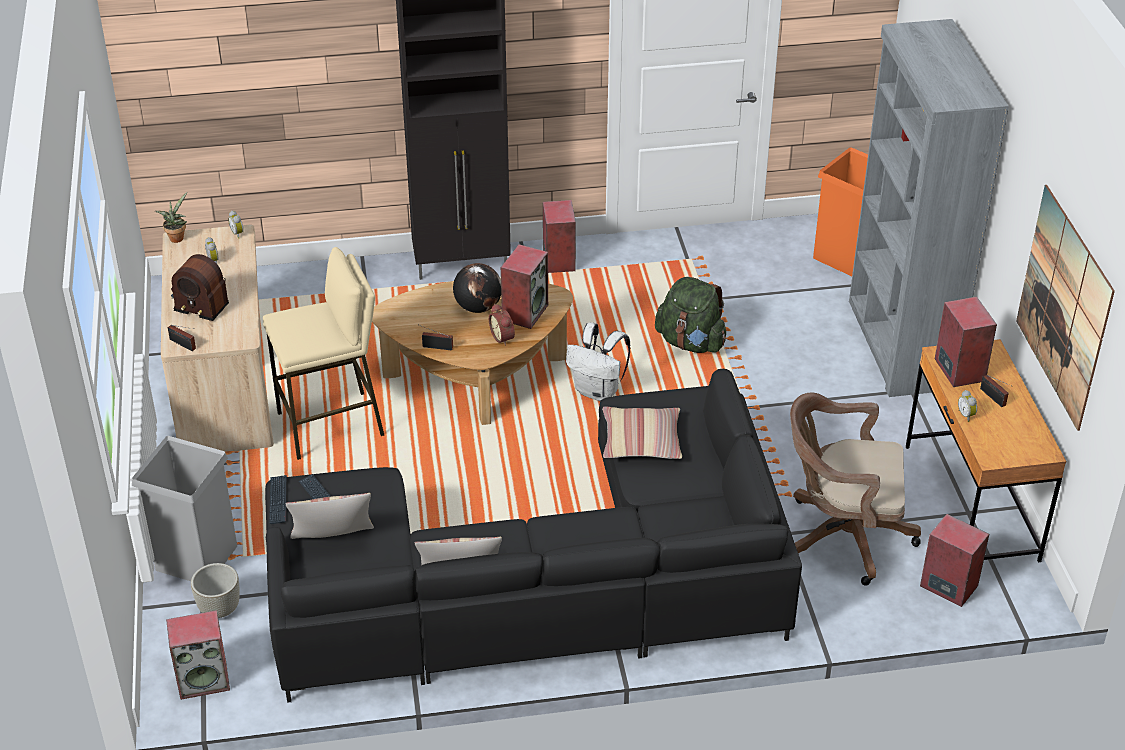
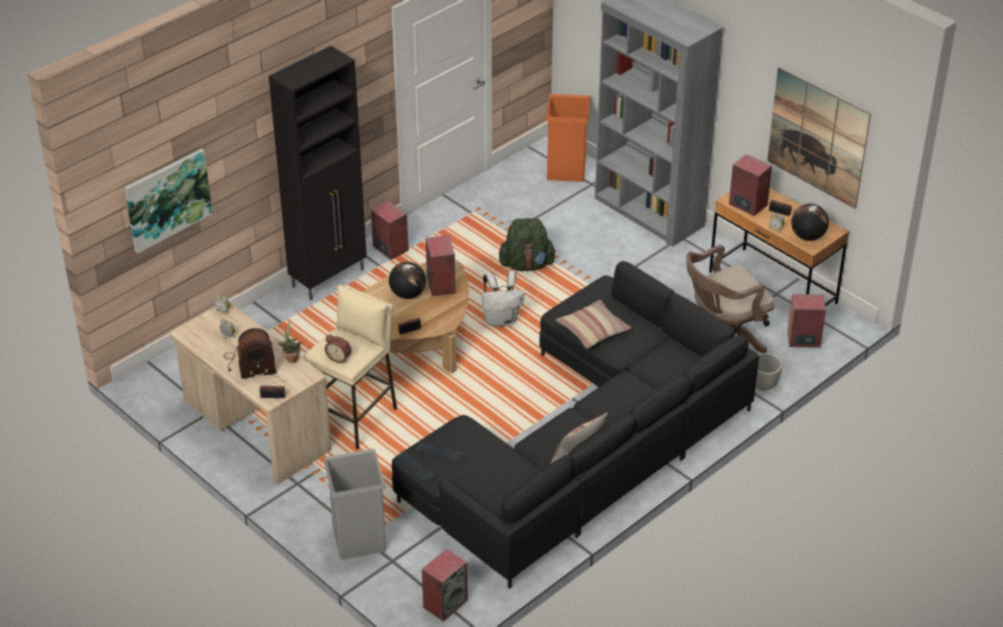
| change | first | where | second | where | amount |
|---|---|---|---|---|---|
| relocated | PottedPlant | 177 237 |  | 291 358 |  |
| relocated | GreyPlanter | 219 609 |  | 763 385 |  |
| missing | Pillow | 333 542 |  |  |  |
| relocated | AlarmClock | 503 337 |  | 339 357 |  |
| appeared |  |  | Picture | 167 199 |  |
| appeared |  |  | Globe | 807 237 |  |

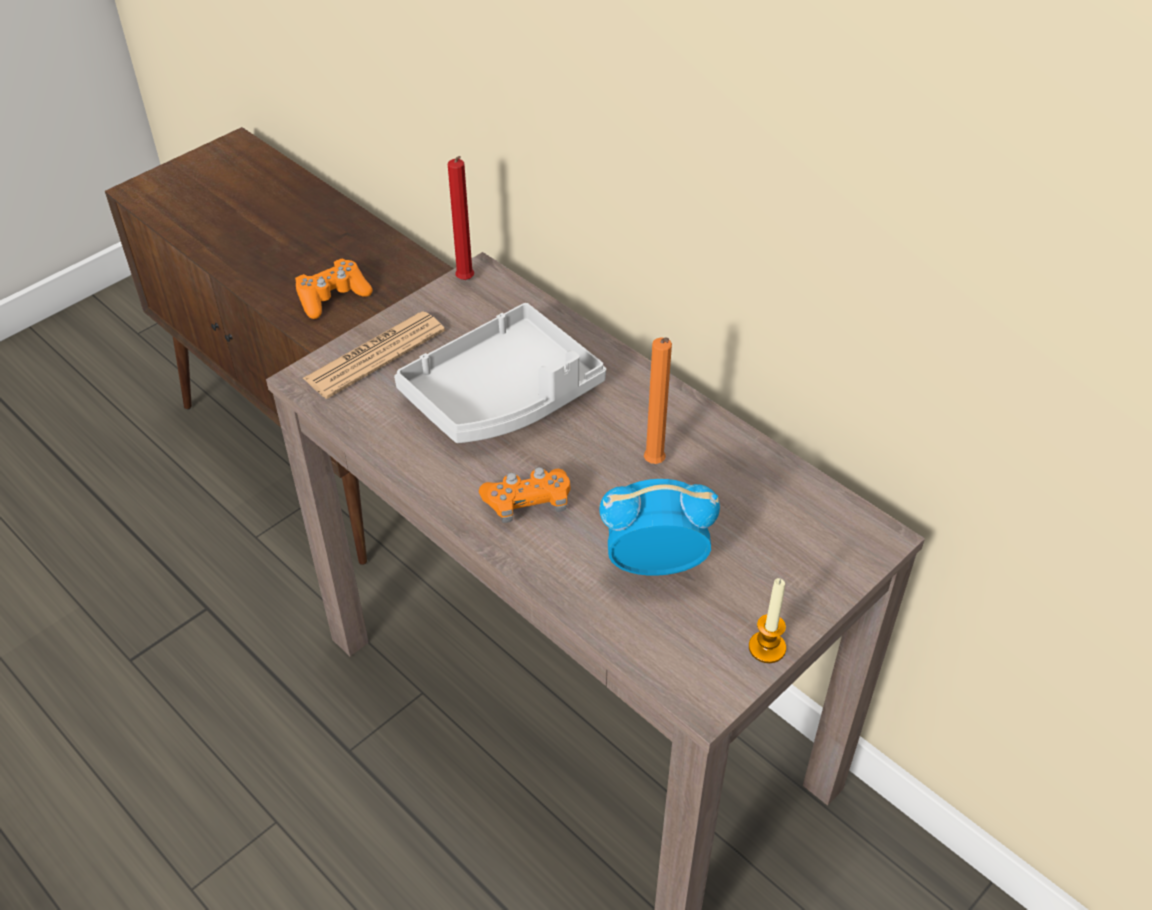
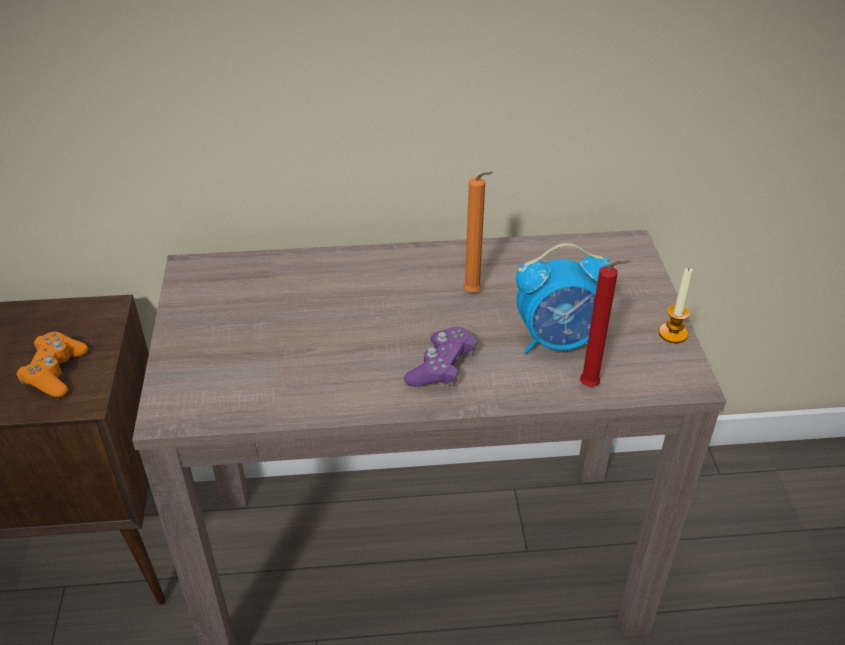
| change | first | where | second | where | amount |
|---|---|---|---|---|---|
| missing | Newspaper | 375 355 |  |  |  |
| missing | GreyTray | 503 396 |  |  |  |
| relocated | RedCandle | 465 282 |  | 592 387 |  |
| colour | OrangeGameController | 528 503 | PurpleGameController | 441 368 |  |
| spun | AlarmClock | 654 563 |  | 558 341 | 135 degrees counterclockwise |

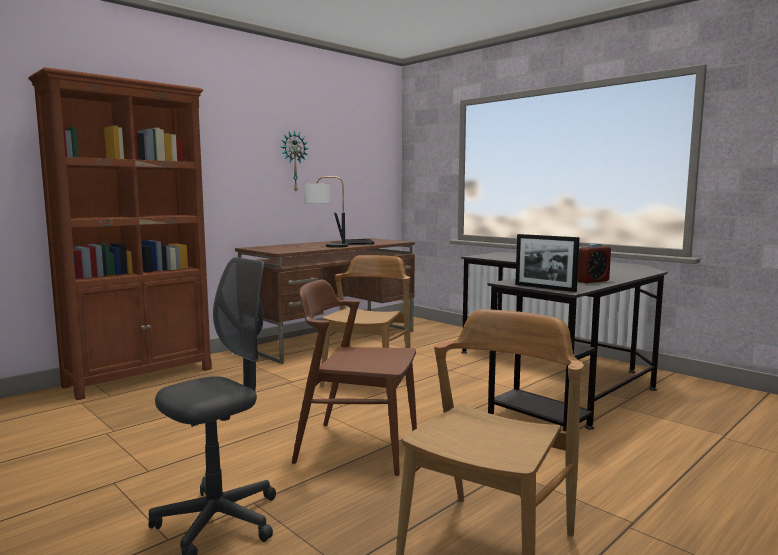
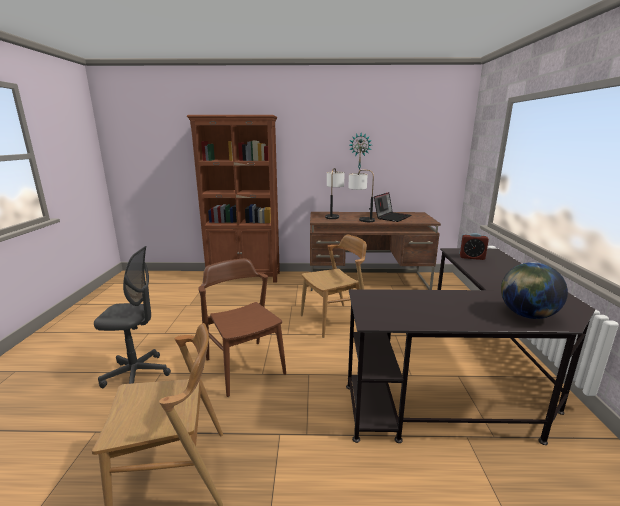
| change | first | where | second | where | amount |
|---|---|---|---|---|---|
| missing | PictureFrame | 545 288 |  |  |  |
| relocated | AlarmClock | 591 281 |  | 471 257 |  |
| appeared |  |  | TableLamp | 333 215 |  |
| appeared |  |  | Globe | 526 315 |  |

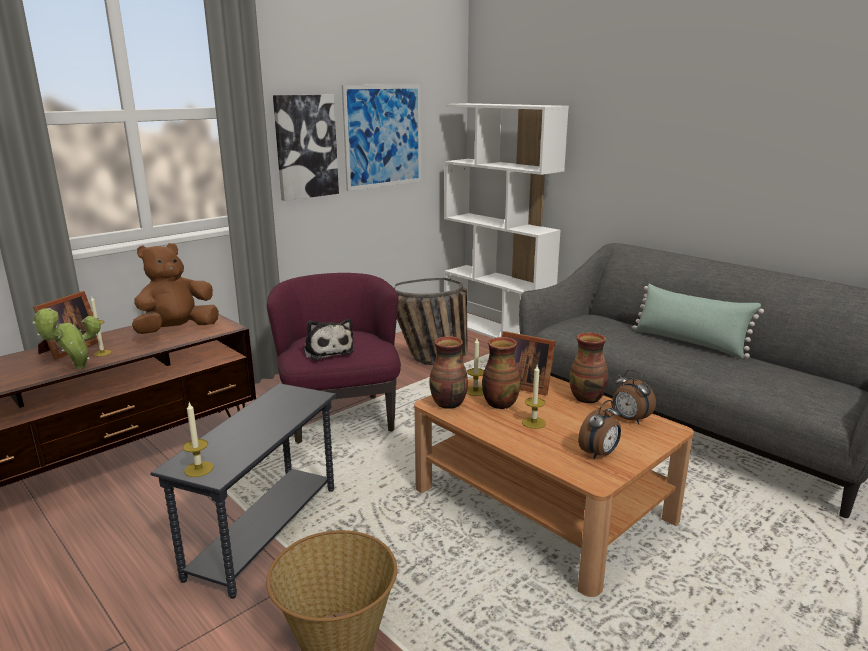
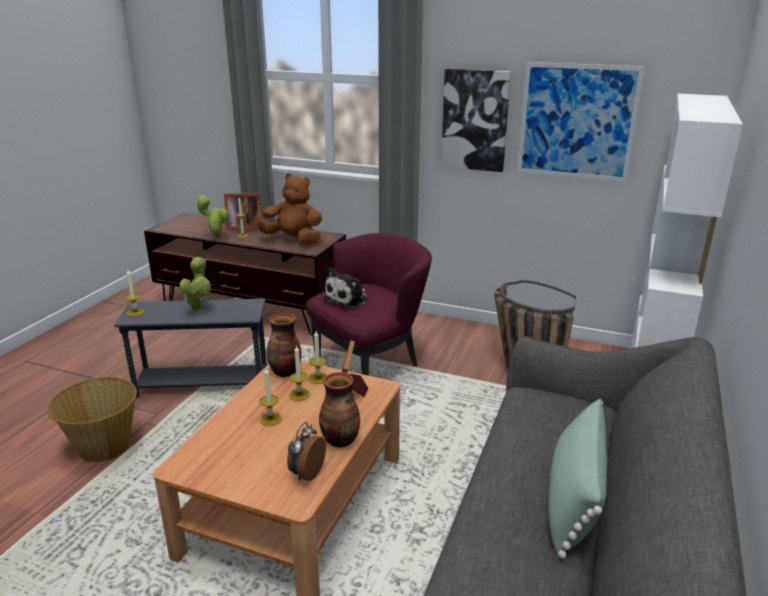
| change | first | where | second | where | amount |
|---|---|---|---|---|---|
| exchanged | Vase | 499 403 | Candle | 299 395 |  |
| missing | AlarmClock | 599 454 |  |  |  |
| appeared |  |  | PottedPlant | 199 309 |  |

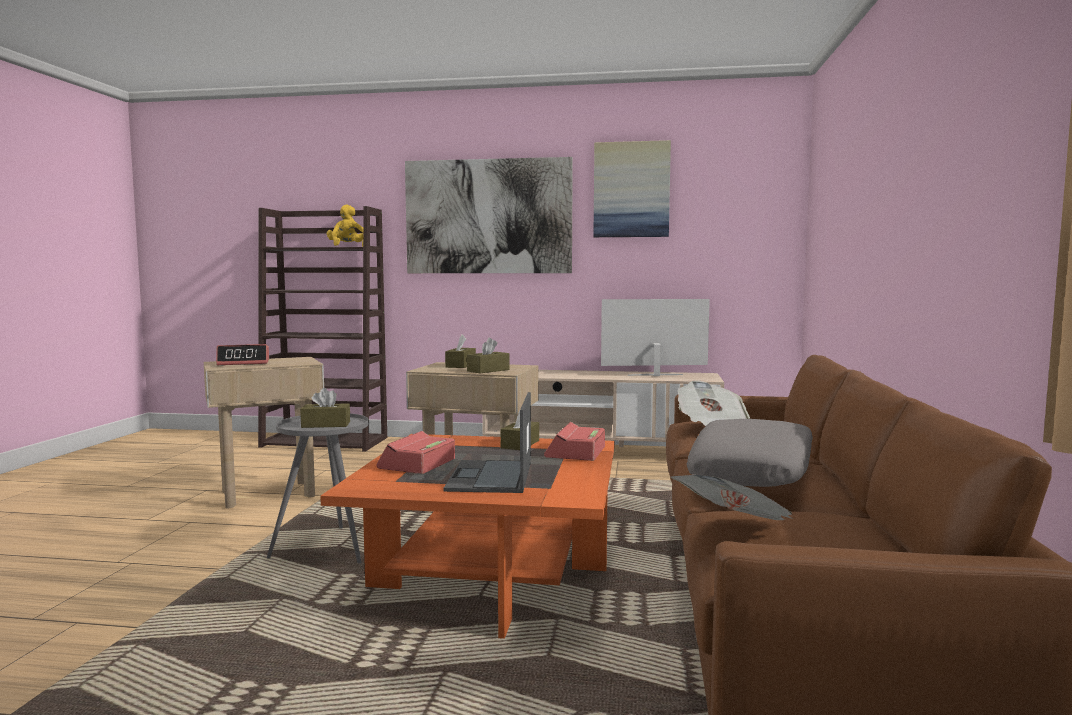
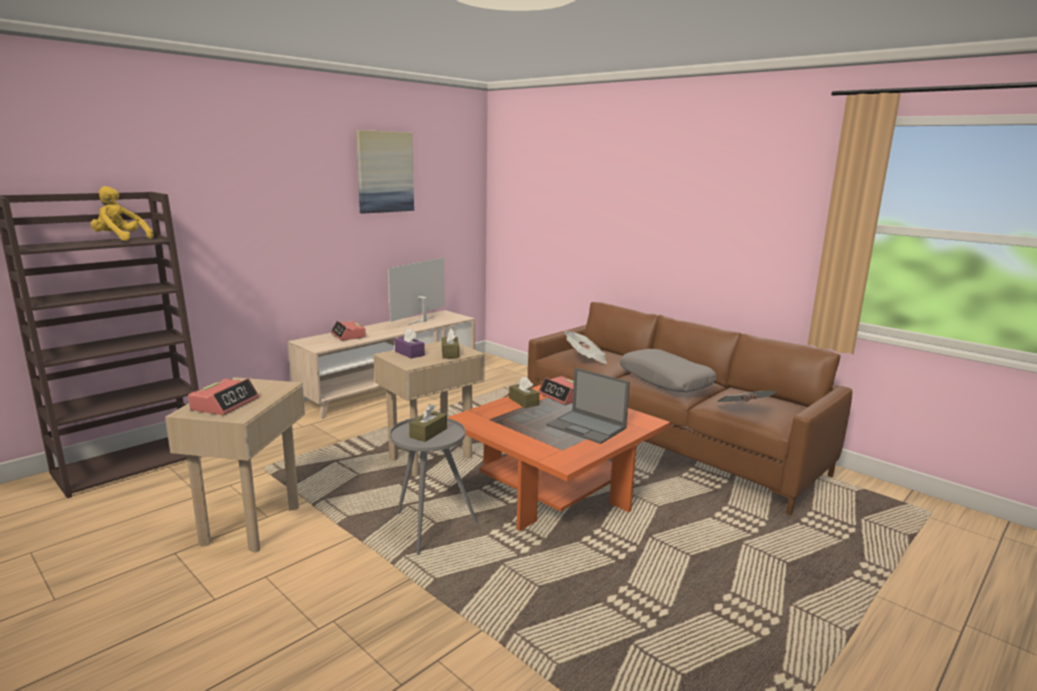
| change | first | where | second | where | amount |
|---|---|---|---|---|---|
| relocated | AlarmClock | 417 464 |  | 348 335 |  |
| missing | Picture | 488 217 |  |  |  |
| colour | BrownTissueBox | 461 365 | PurpleTissueBox | 409 353 |  |

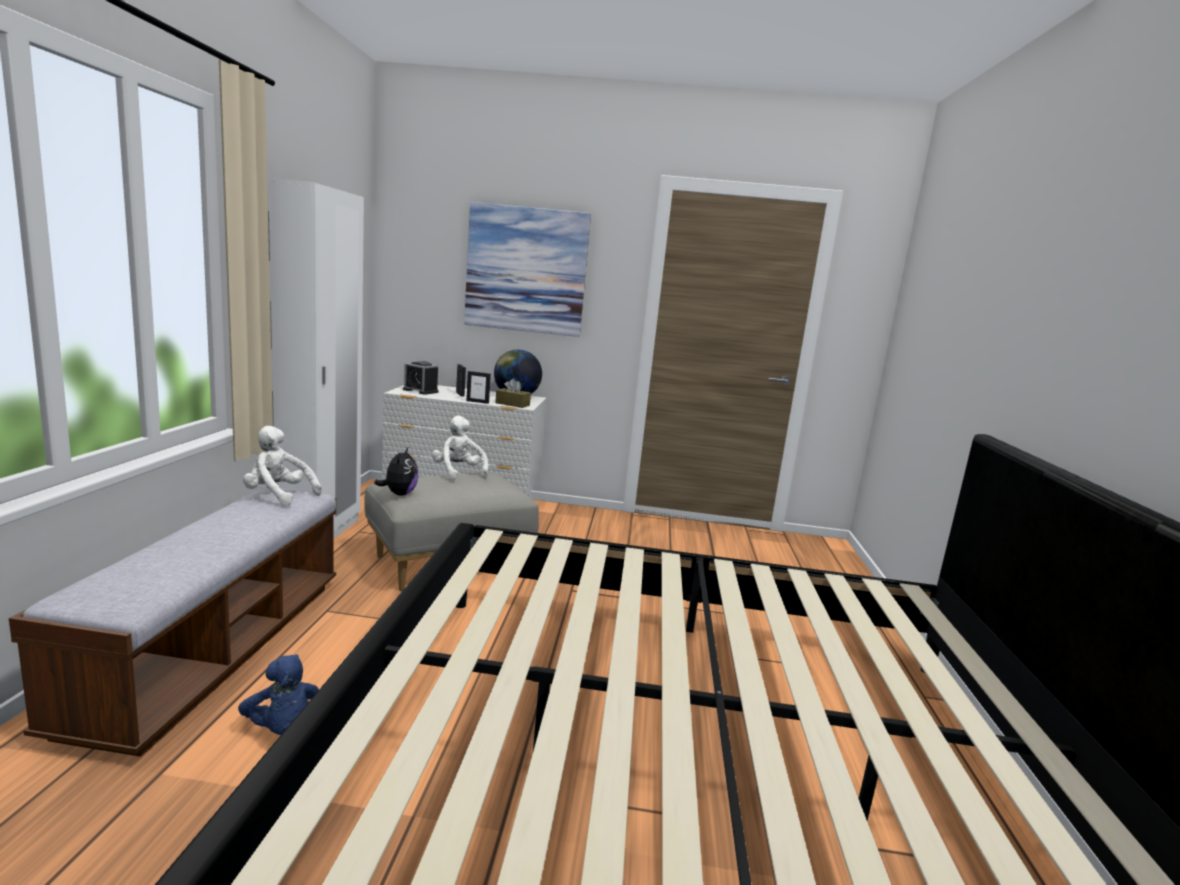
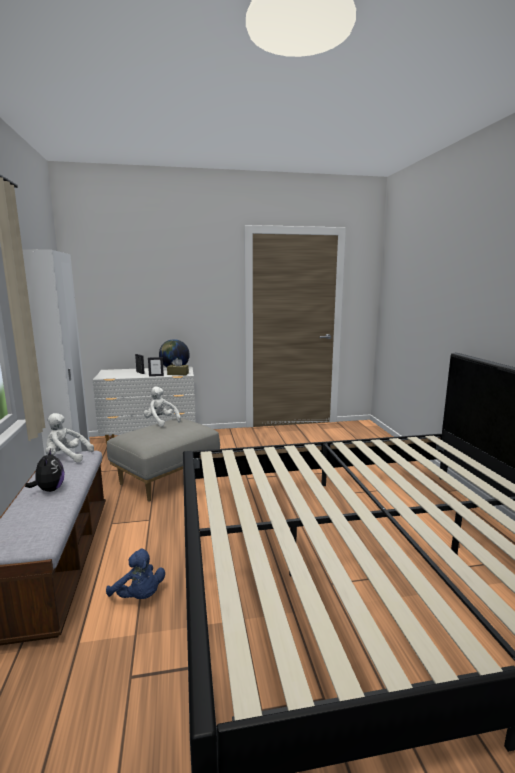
| change | first | where | second | where | amount |
|---|---|---|---|---|---|
| relocated | PlushToy | 399 494 |  | 49 490 |  |
| missing | AlarmClock | 420 391 |  |  |  |
| missing | Picture | 526 270 |  |  |  |

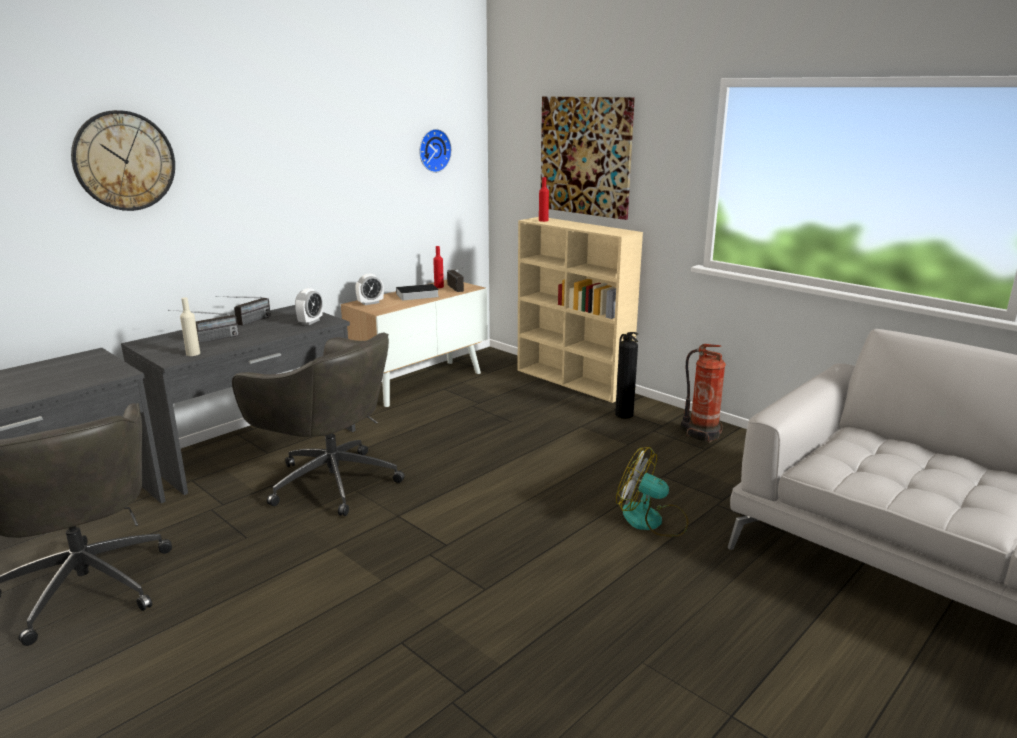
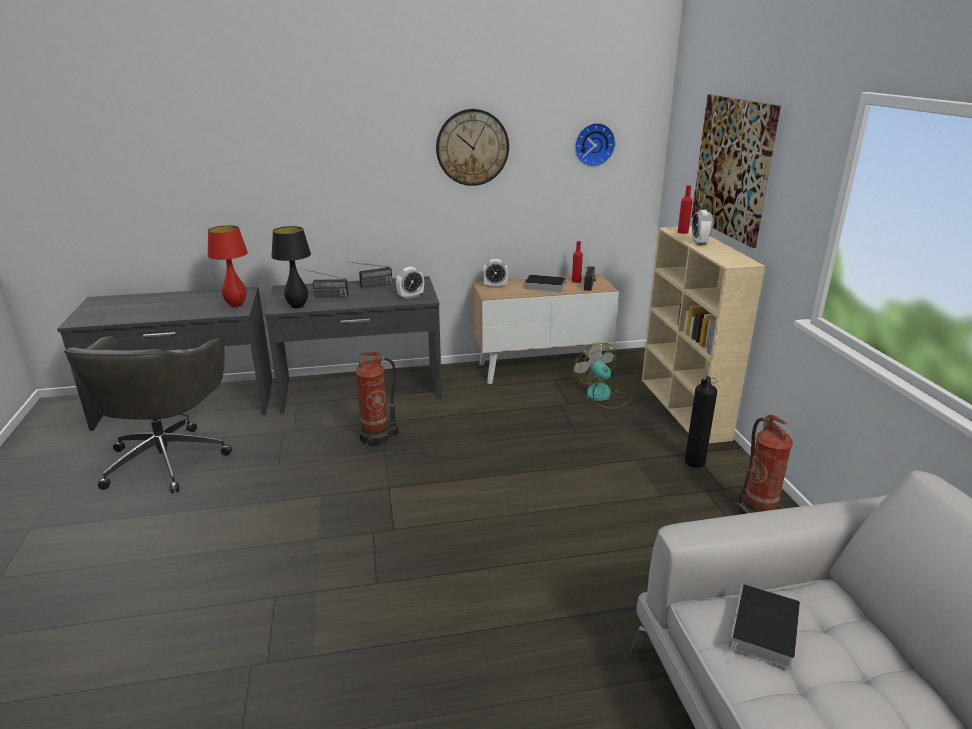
| change | first | where | second | where | amount |
|---|---|---|---|---|---|
| relocated | WallClock | 124 161 |  | 472 147 |  |
| exchanged | BeigeBottle | 193 353 | BlackTableLamp | 297 306 |  |
| exchanged | GreyOfficeChair | 331 481 | FireExtinguisher | 377 437 |  |
| relocated | Fan | 651 520 |  | 603 396 |  |
| appeared |  |  | RedTableLamp | 236 305 |  |
| appeared |  |  | AlarmClock | 699 242 |  |
| appeared |  |  | Book | 764 631 |  |

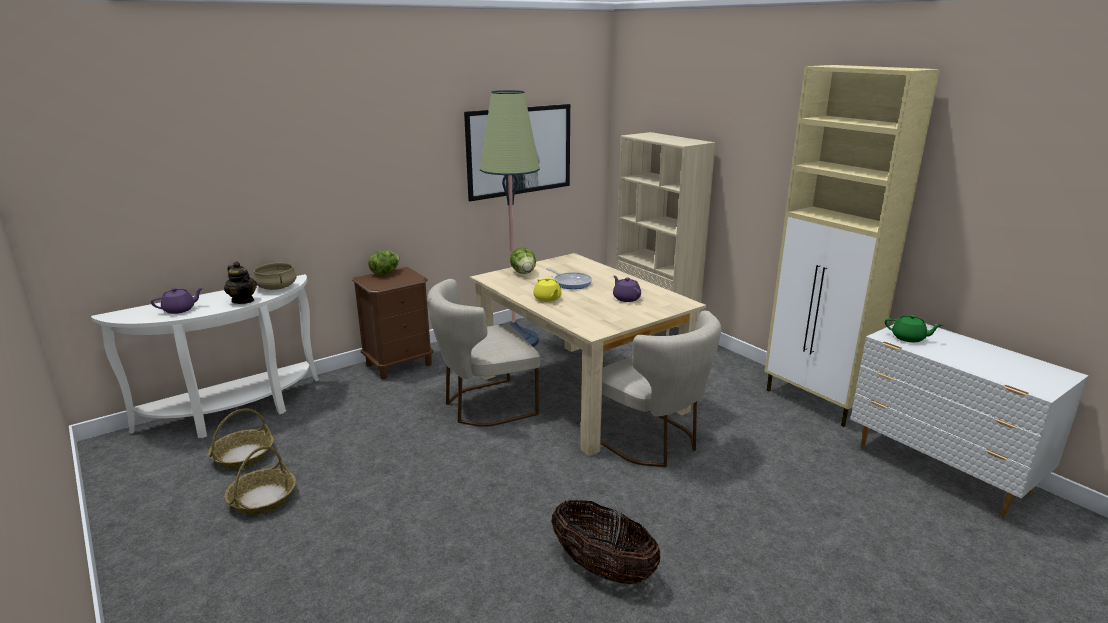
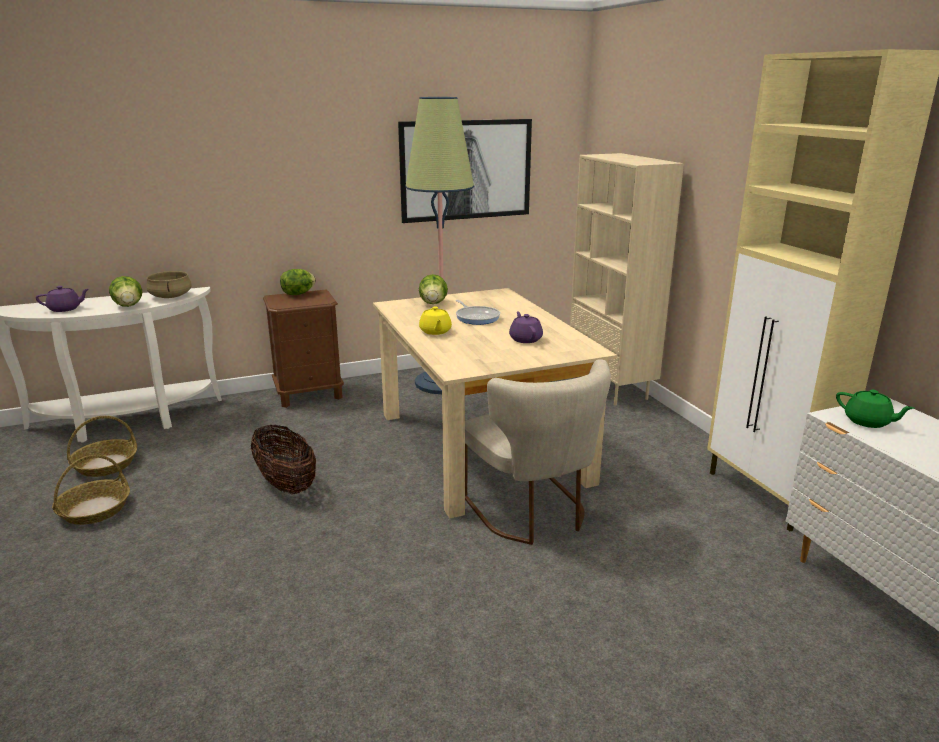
| change | first | where | second | where | amount |
|---|---|---|---|---|---|
| exchanged | Teapot | 243 301 | Lettuce | 128 306 |  |
| missing | BeigeChair | 484 406 |  |  |  |
| relocated | Basket | 602 568 |  | 286 484 |  |

